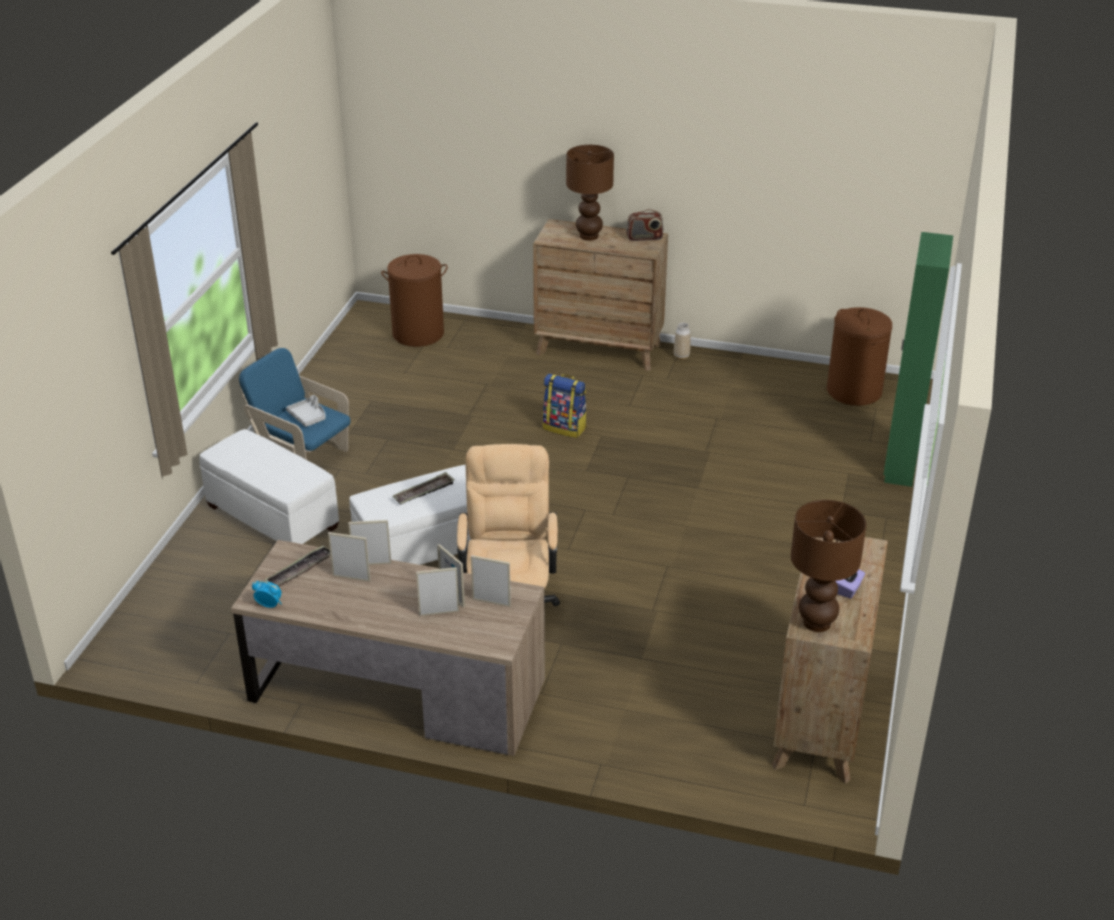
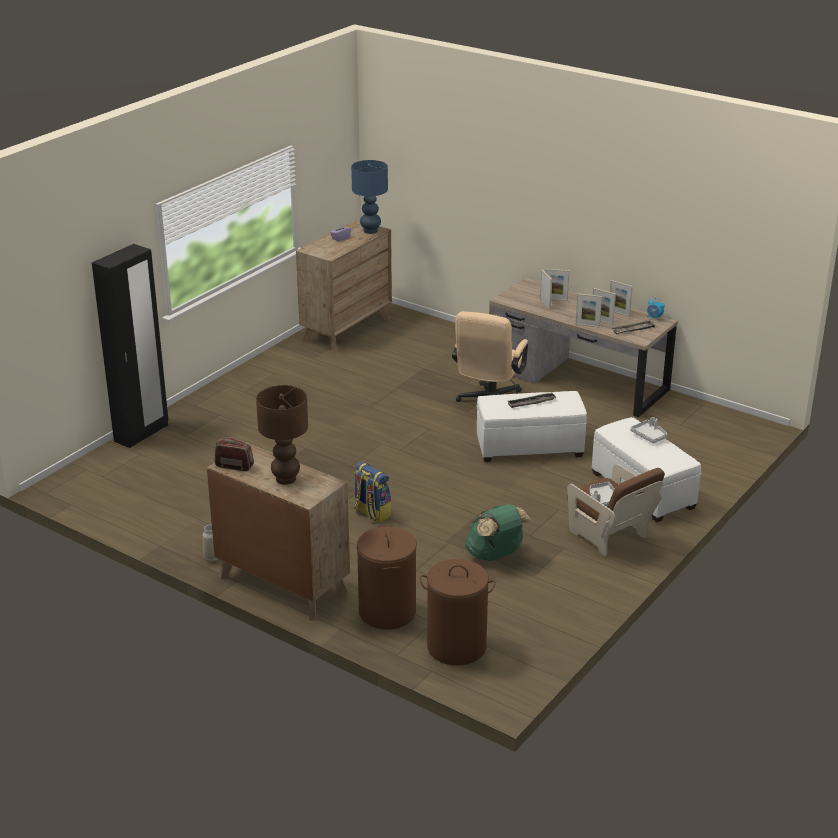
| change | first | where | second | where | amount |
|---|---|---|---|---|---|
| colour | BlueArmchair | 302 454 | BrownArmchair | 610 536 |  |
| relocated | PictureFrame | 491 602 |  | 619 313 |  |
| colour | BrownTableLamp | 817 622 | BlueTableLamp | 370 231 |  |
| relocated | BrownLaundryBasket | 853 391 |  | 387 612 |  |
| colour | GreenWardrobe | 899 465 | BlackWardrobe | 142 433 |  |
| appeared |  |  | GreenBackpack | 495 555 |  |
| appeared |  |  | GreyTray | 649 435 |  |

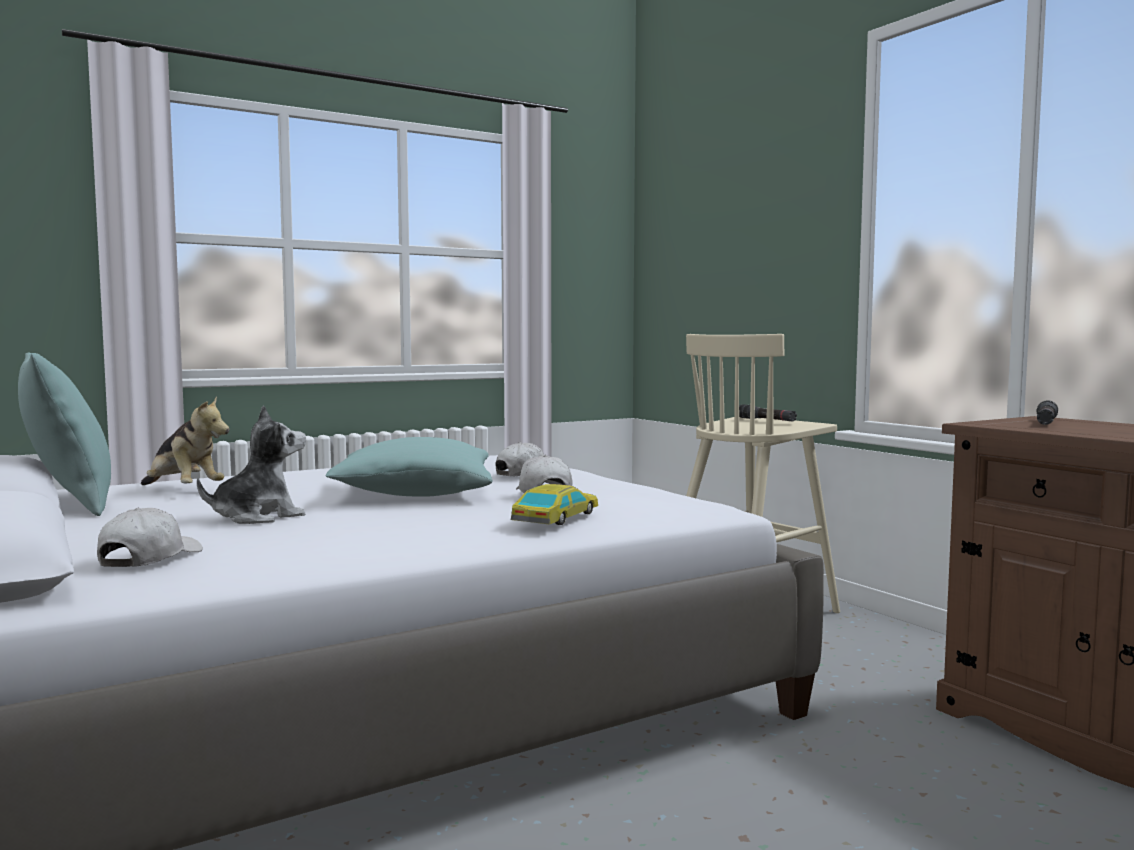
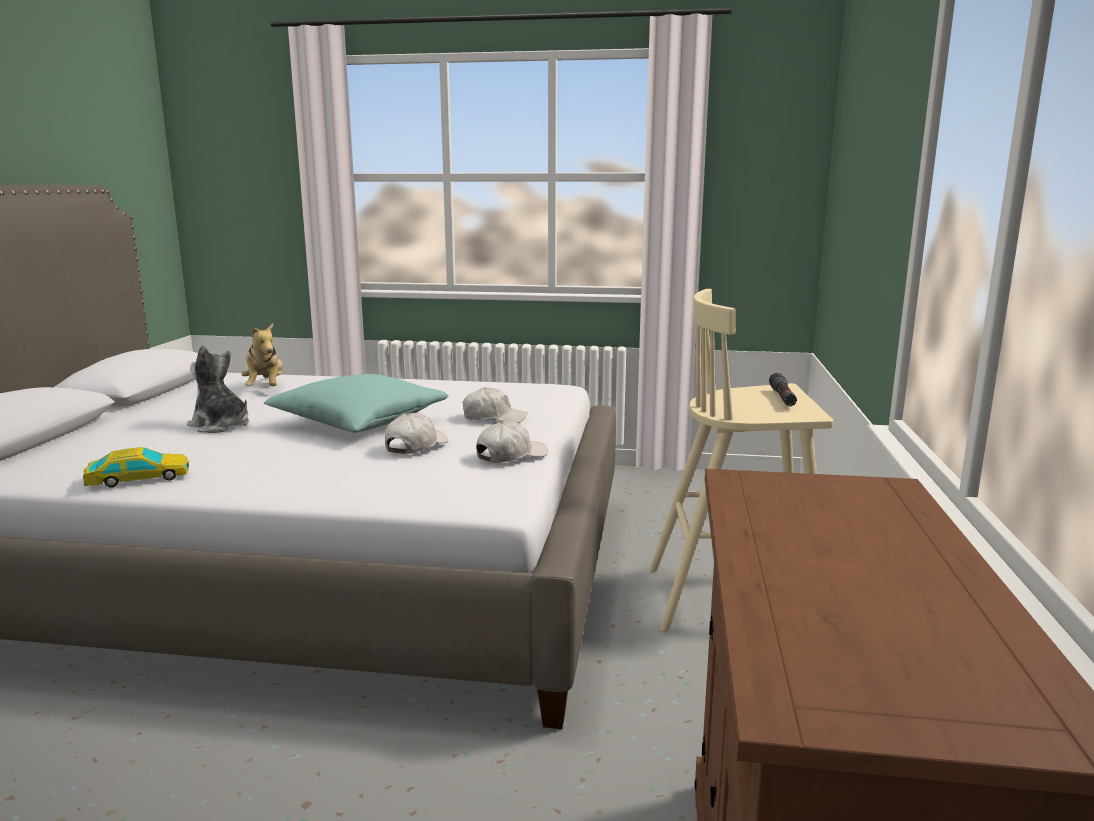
| change | first | where | second | where | amount |
|---|---|---|---|---|---|
| missing | TurquoisePillow | 69 504 |  |  |  |
| relocated | WhiteCap | 149 558 |  | 511 455 |  |
| spun | PlushToy | 258 517 |  | 220 426 | 150 degrees counterclockwise |
| relocated | ToyCar | 556 518 |  | 138 478 |  |
| missing | BlackFlashlight | 1046 423 |  |  |  |

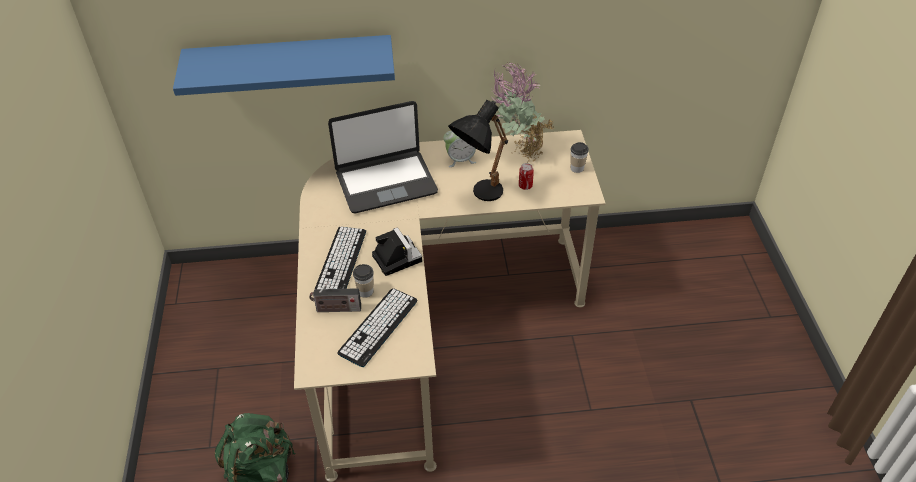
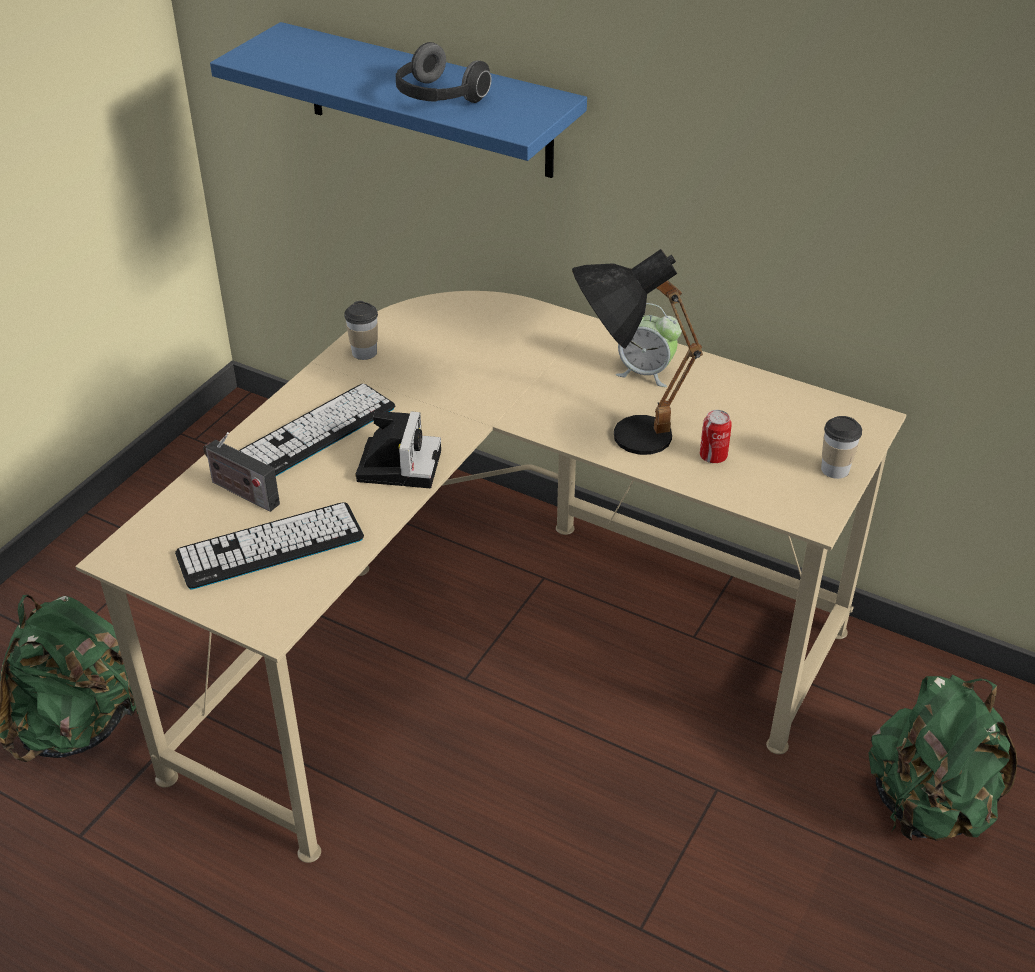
| change | first | where | second | where | amount |
|---|---|---|---|---|---|
| missing | Laptop | 385 182 |  |  |  |
| relocated | Cup | 365 291 |  | 364 352 |  |
| missing | PottedPlant | 518 152 |  |  |  |
| appeared |  |  | Headphones | 438 98 |  |
| appeared |  |  | GreenBackpack | 928 806 |  |

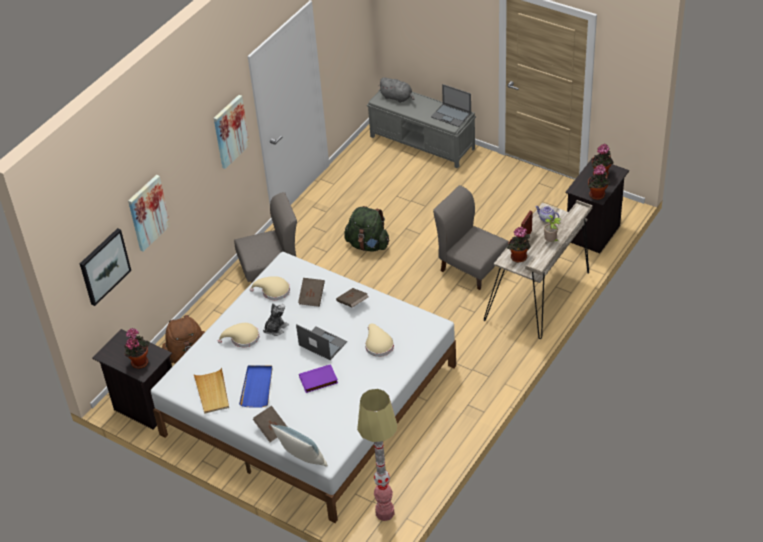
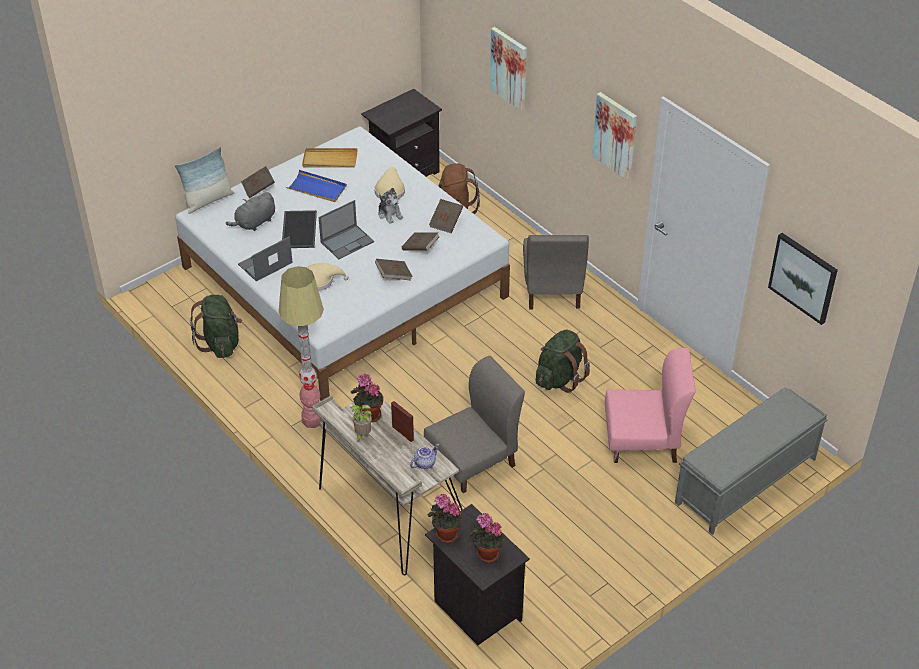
| change | first | where | second | where | amount |
|---|---|---|---|---|---|
| relocated | Picture | 104 266 |  | 803 277 |  |
| missing | PottedPlant | 139 361 |  |  |  |
| exchanged | BeigeHat | 273 291 | BrownBook | 446 222 |  |
| exchanged | PurpleBook | 318 381 | Tray | 298 229 |  |
| relocated | FloorLamp | 385 513 |  | 312 420 |  |
| relocated | GreyPlushToy | 397 97 |  | 254 223 |  |
| relocated | Laptop | 451 115 |  | 265 264 |  |
| appeared |  |  | GreenBackpack | 220 343 |  |
| appeared |  |  | PinkChair | 643 442 |  |

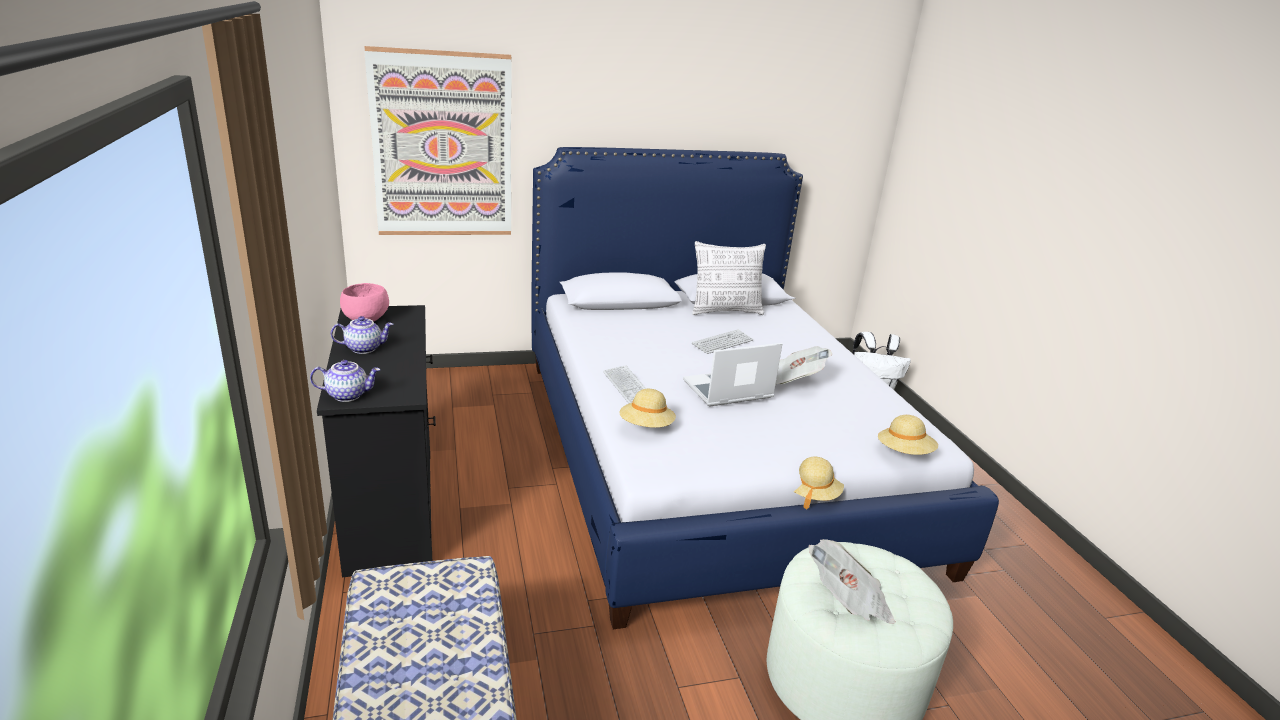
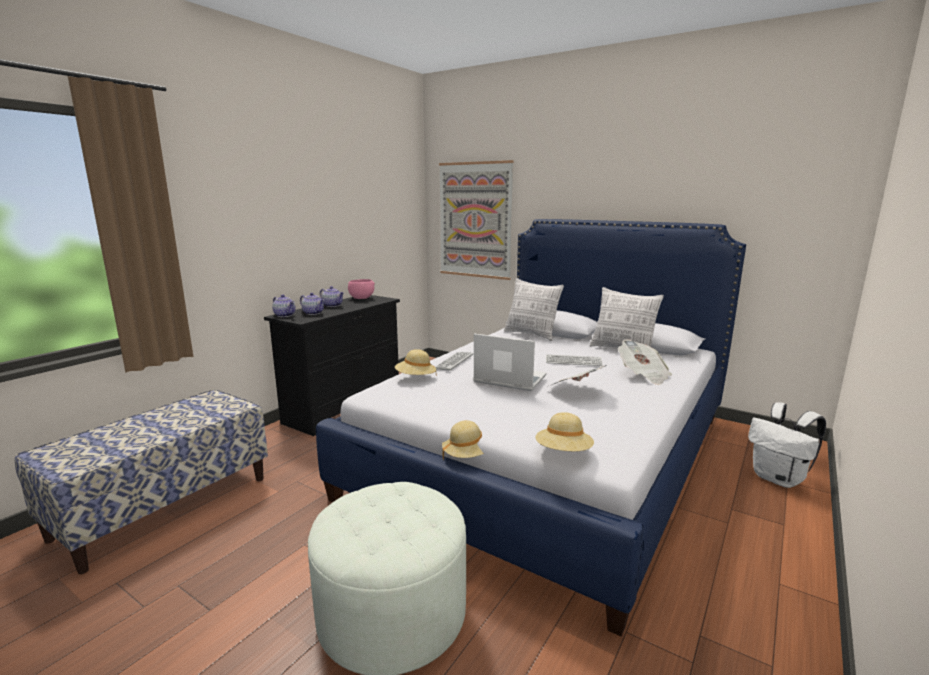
| change | first | where | second | where | amount |
|---|---|---|---|---|---|
| relocated | Newspaper | 847 601 |  | 643 375 |  |
| appeared |  |  | Teapot | 314 313 |  |
| appeared |  |  | Pillow | 531 334 |  |

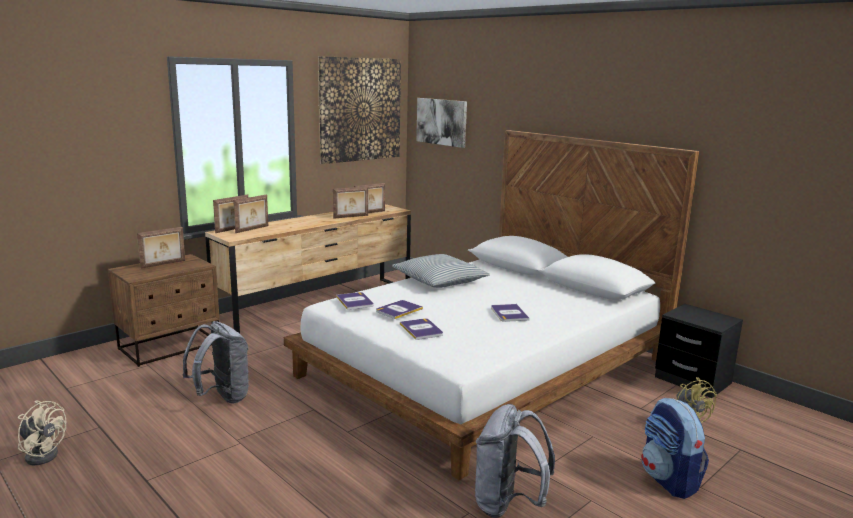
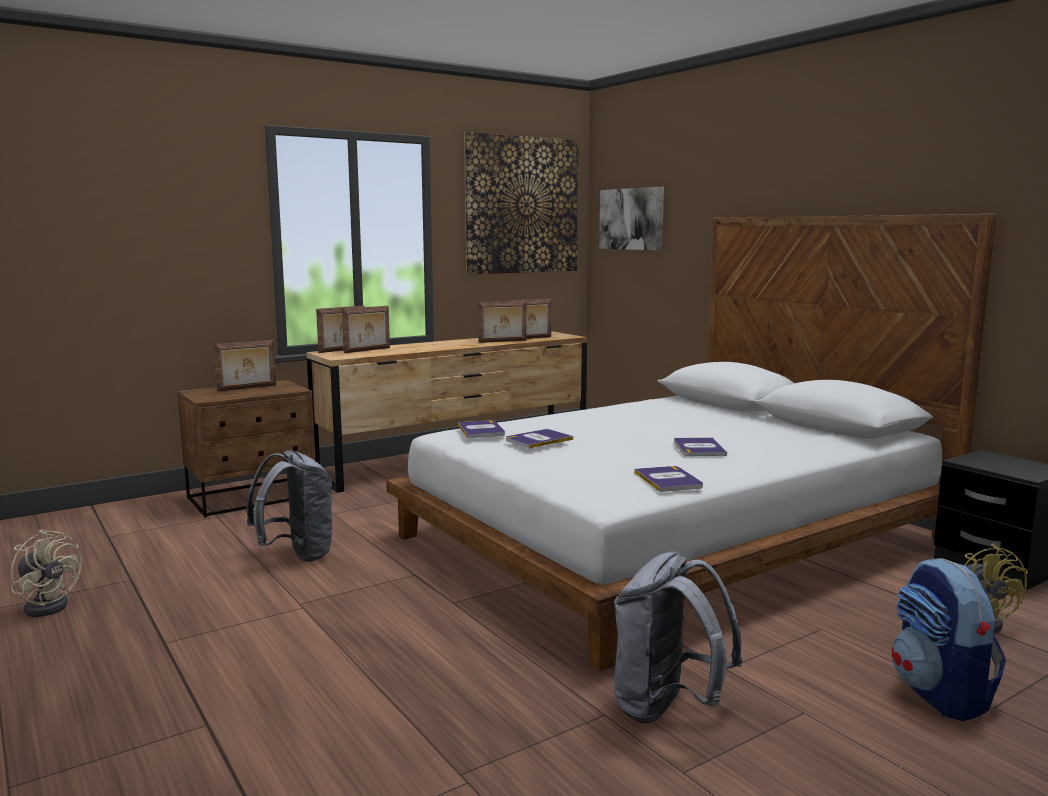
| change | first | where | second | where | amount |
|---|---|---|---|---|---|
| missing | Pillow | 439 280 |  |  |  |
| relocated | Book | 421 329 |  | 668 480 |  |

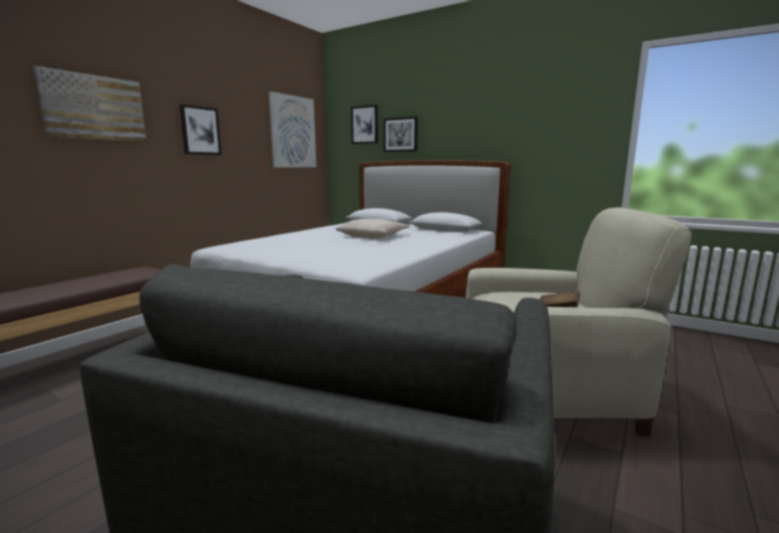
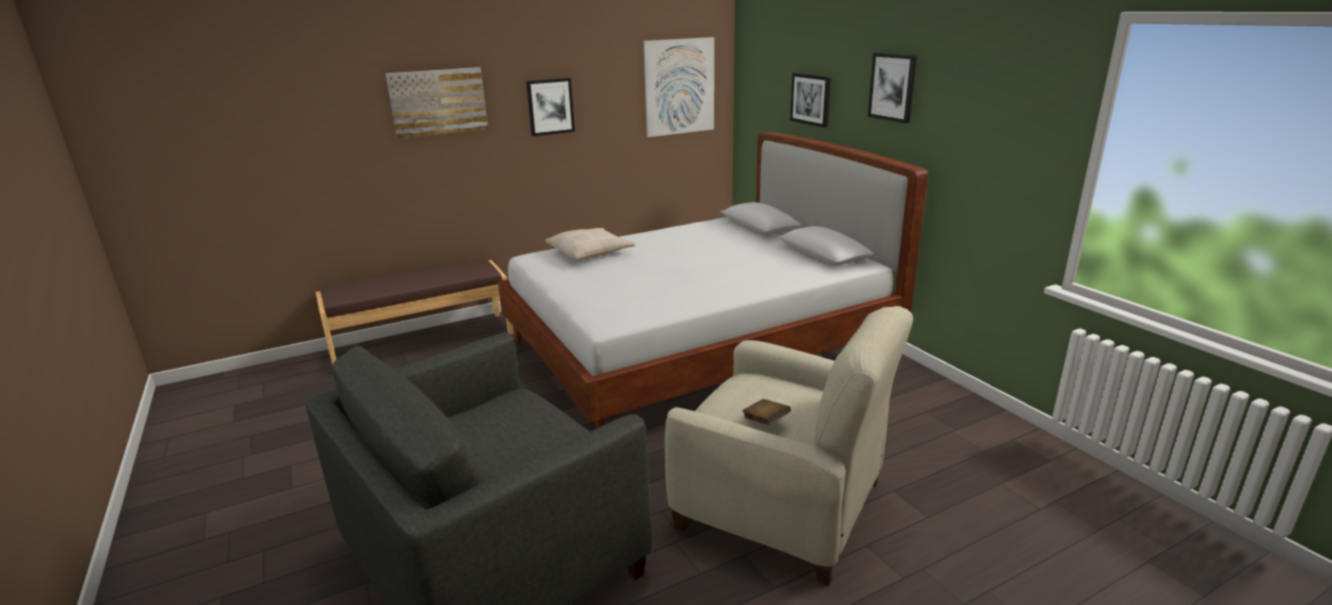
| change | first | where | second | where | amount |
|---|---|---|---|---|---|
| relocated | BeigePillow | 373 236 |  | 590 252 |  |
| relocated | Picture | 365 125 |  | 892 87 |  |

